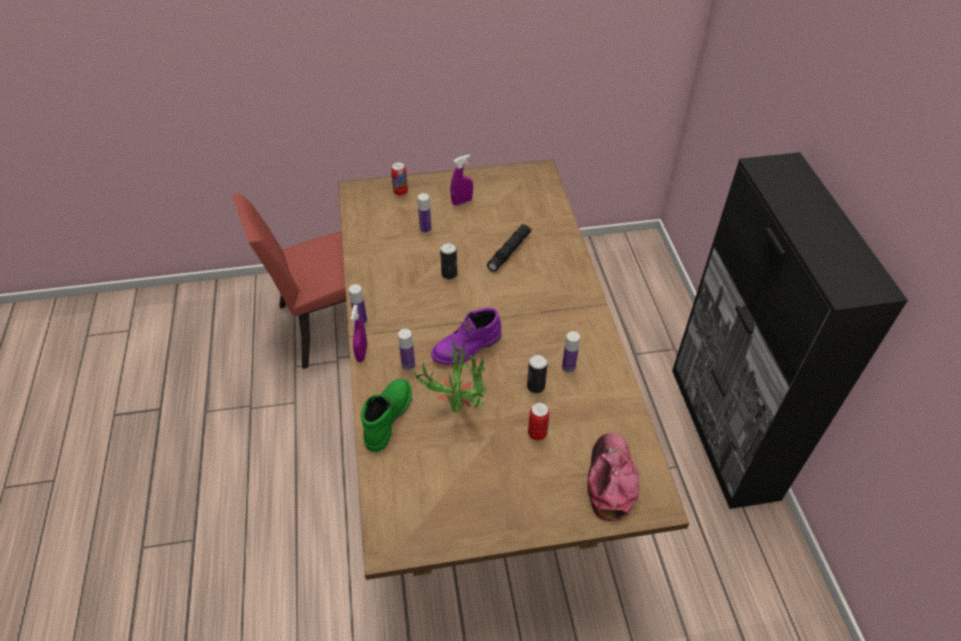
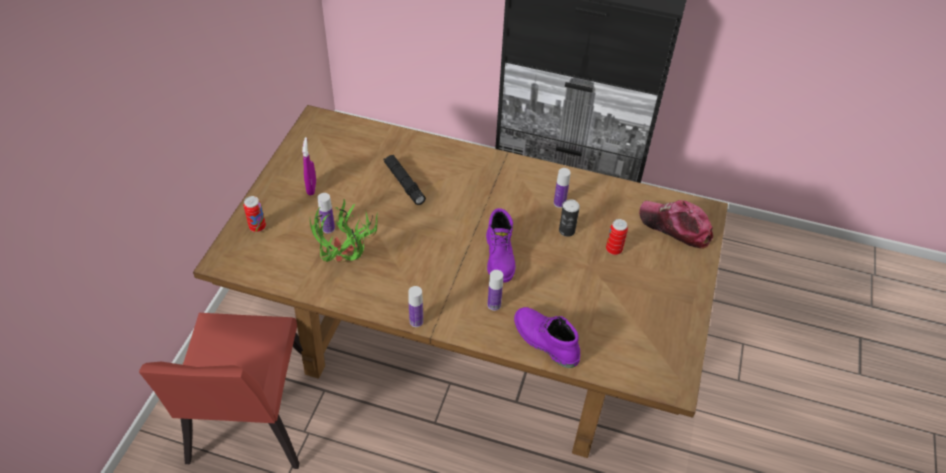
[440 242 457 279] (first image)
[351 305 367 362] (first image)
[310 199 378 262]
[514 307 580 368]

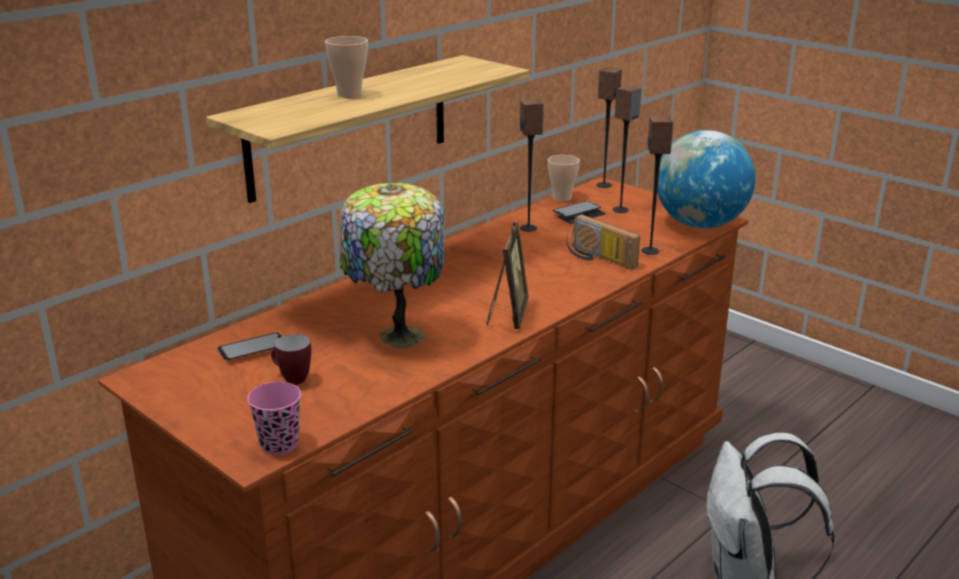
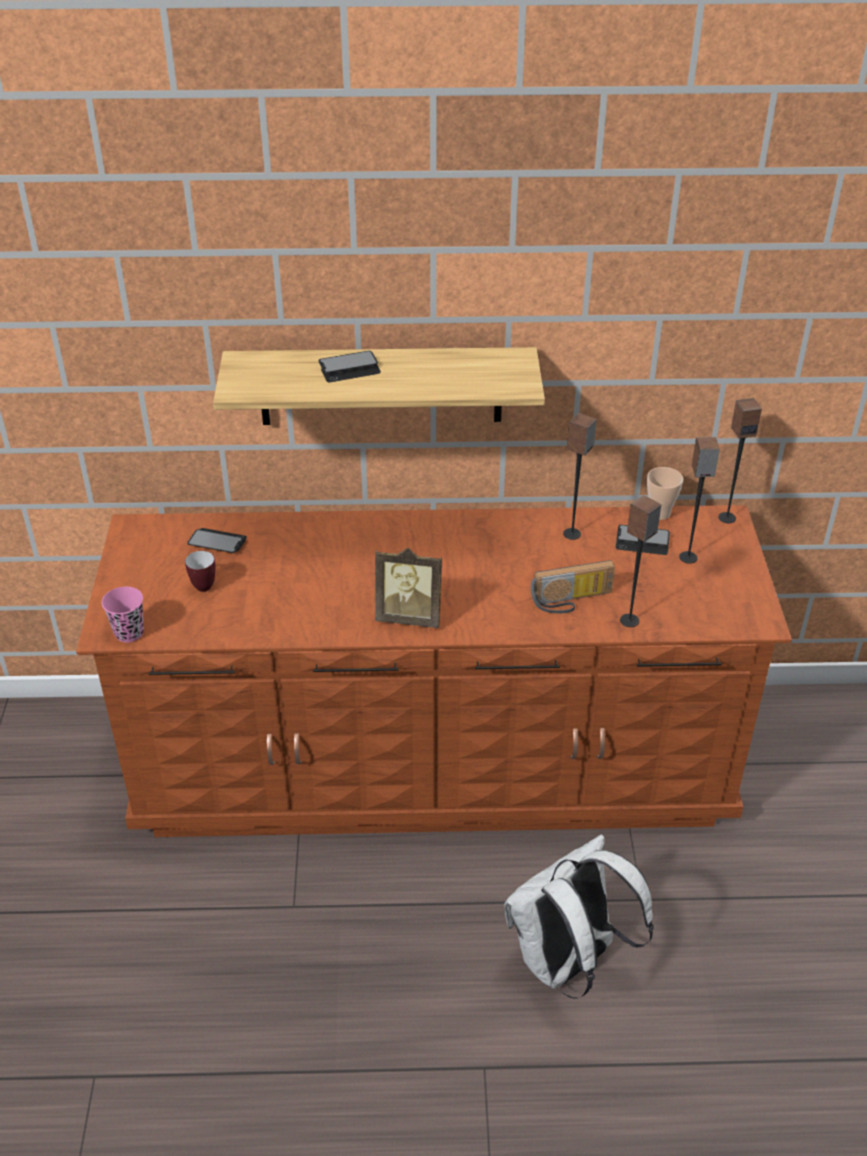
[319 351 381 382]
[657 130 755 229] (first image)
[340 183 444 349] (first image)
[531 560 615 614]
[375 548 442 628]

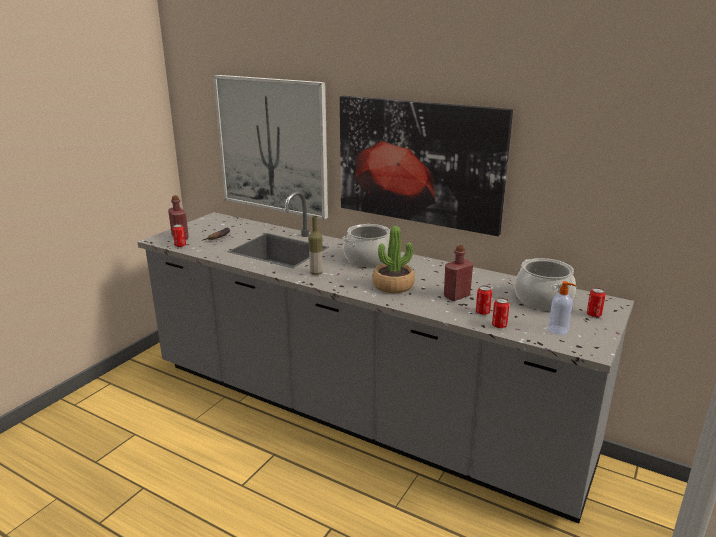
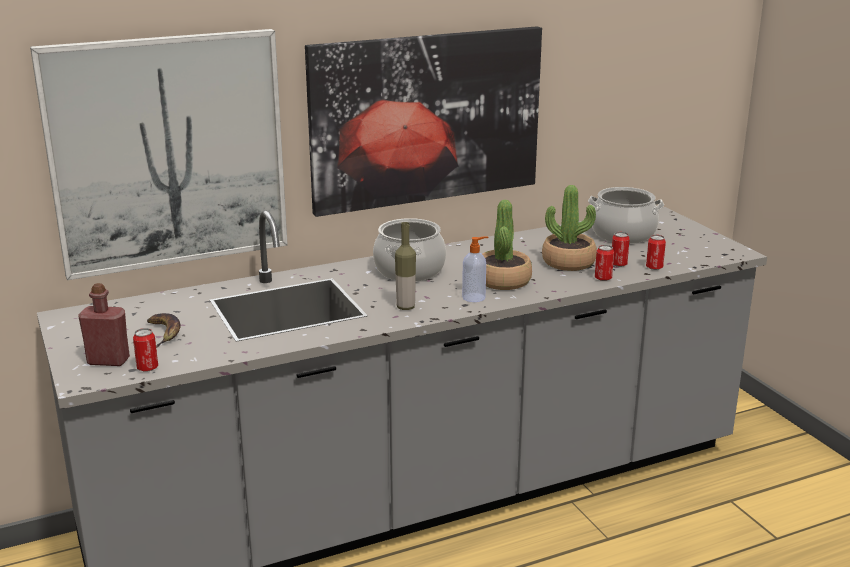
[542 185 597 271]
[462 237 488 302]
[595 245 614 281]

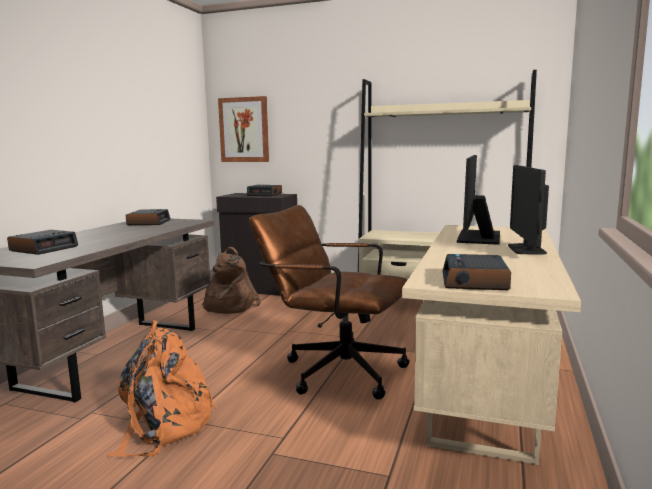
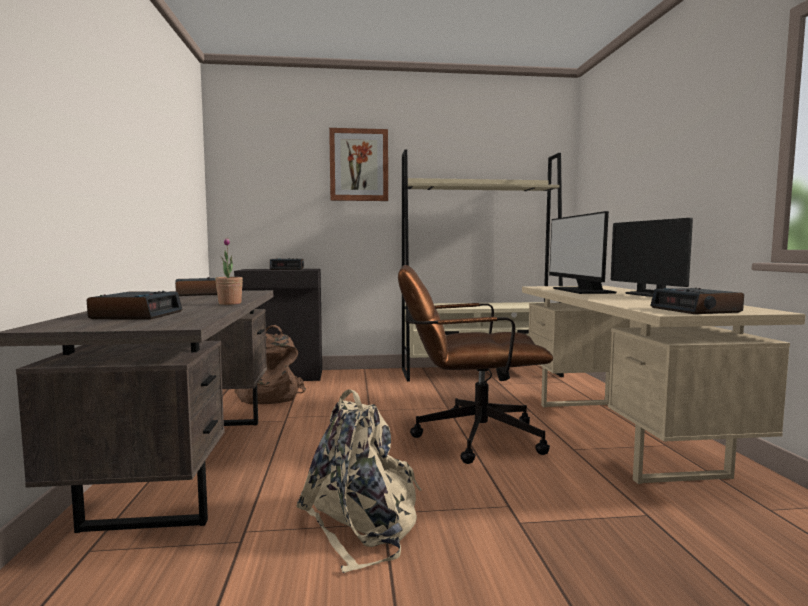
[329 128 388 201]
[297 389 422 573]
[215 238 243 305]

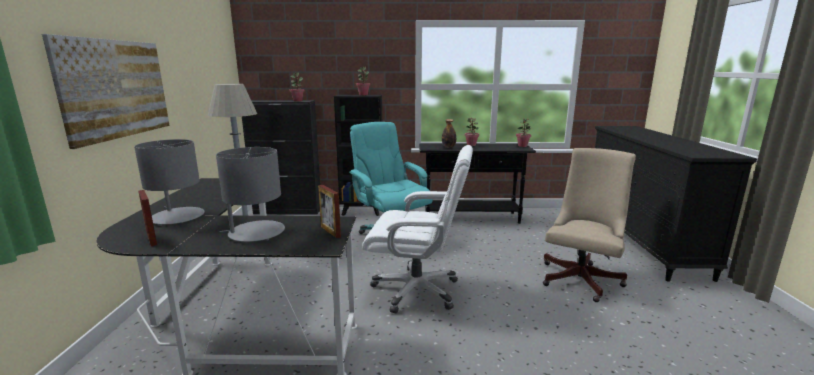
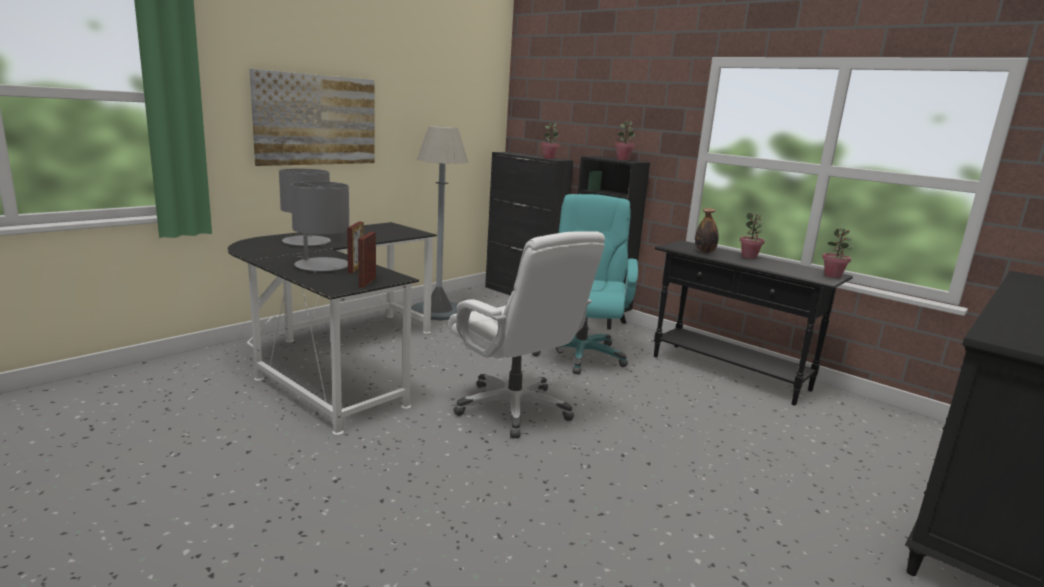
[543 148 636 302] (first image)
[347 222 364 274]

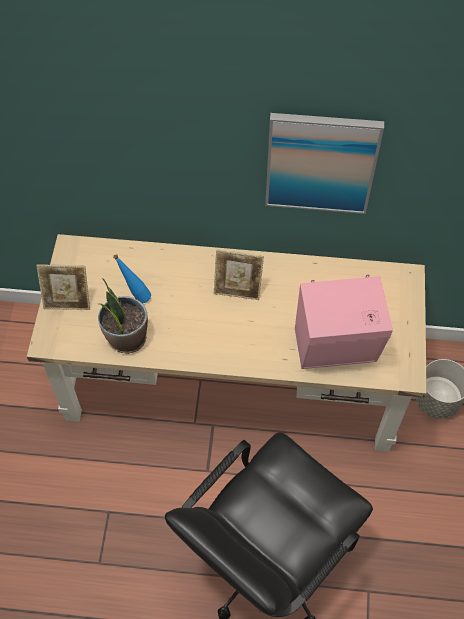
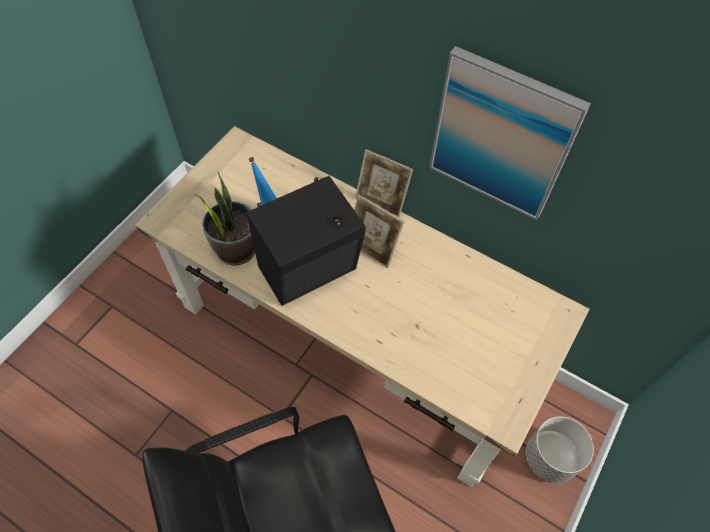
[355 149 413 218]
[295 274 393 369] (first image)
[247 176 365 306]

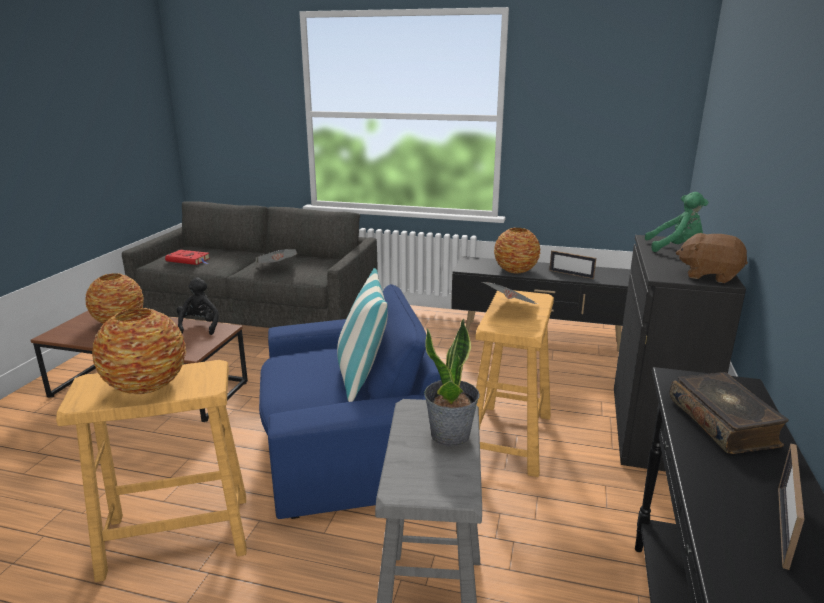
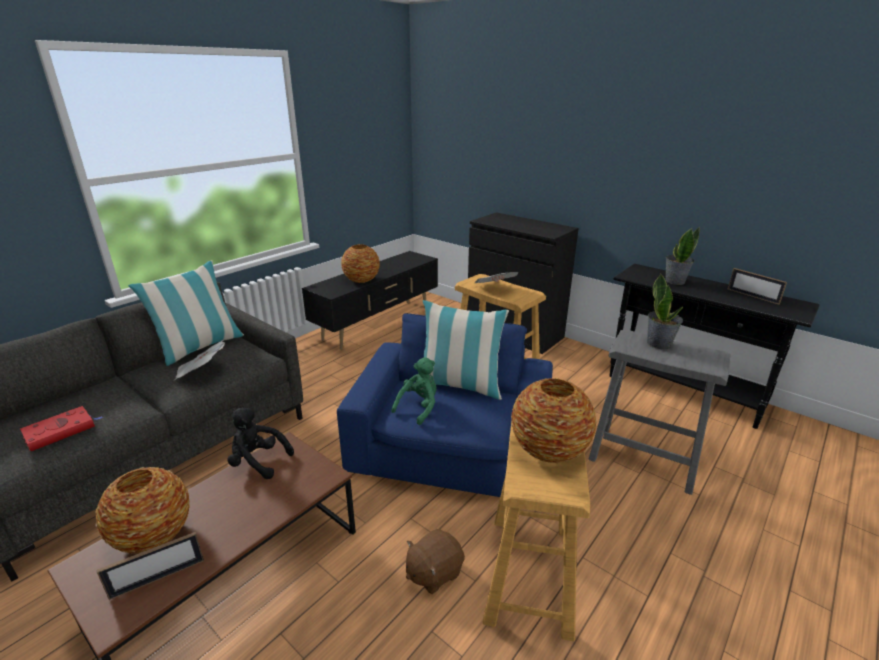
[391 357 437 425]
[406 529 465 594]
[97 532 204 600]
[666 227 700 285]
[128 260 244 366]

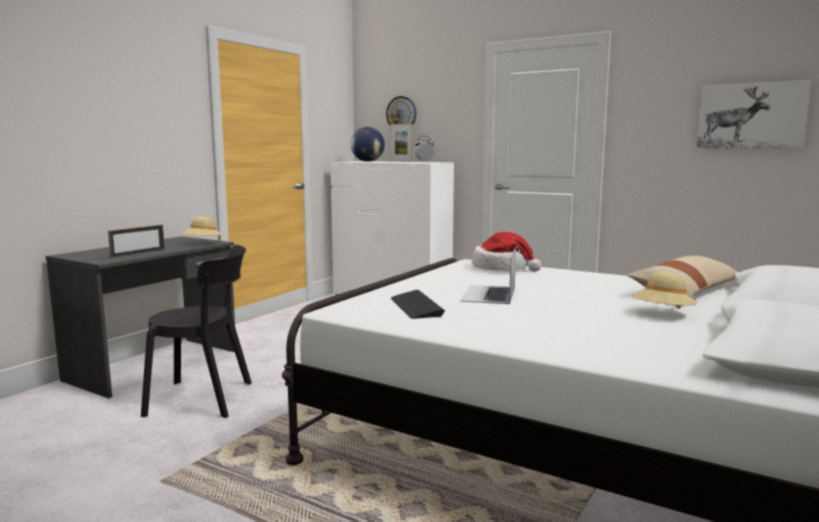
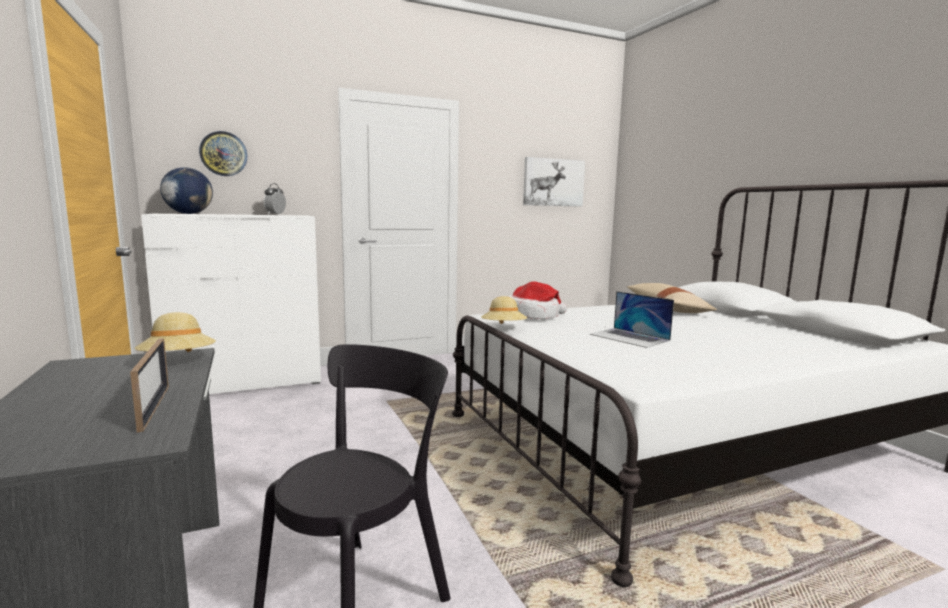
[390 124 413 162] (first image)
[481 296 528 324]
[391 290 445 319] (first image)

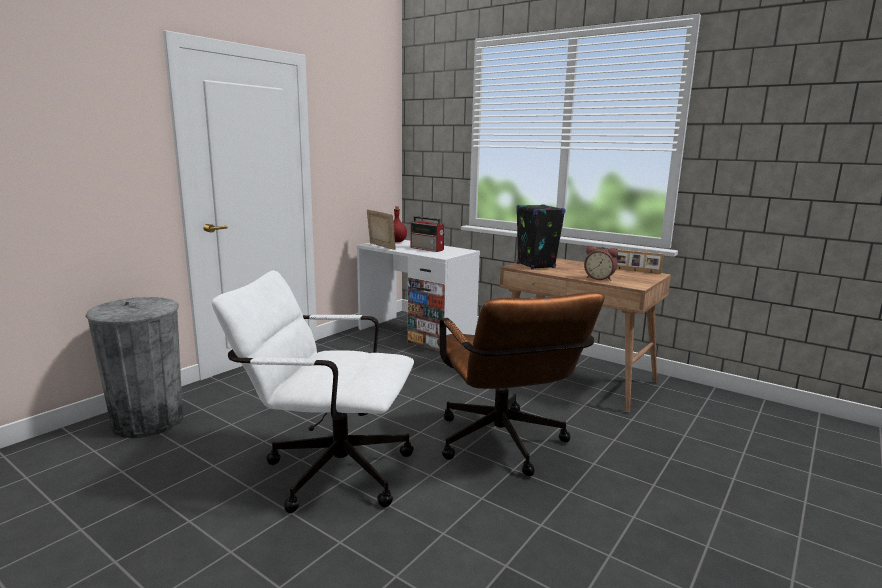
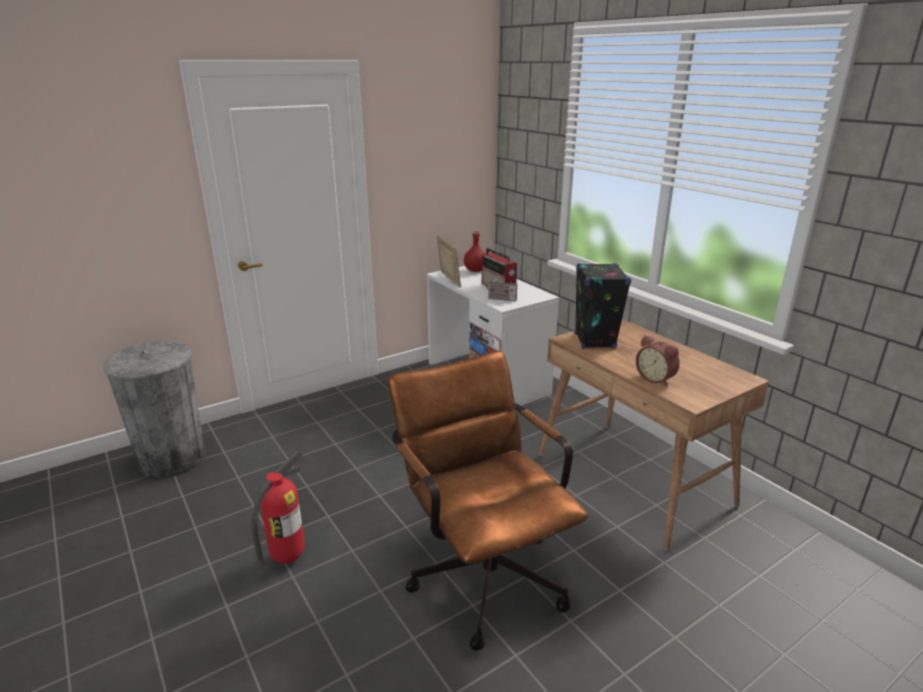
[616 250 664 274] (first image)
[251 451 305 567]
[388 351 589 651]
[486 274 517 301]

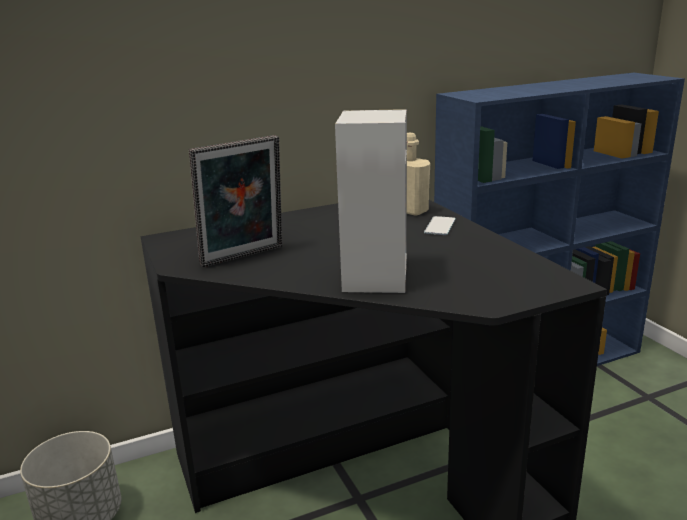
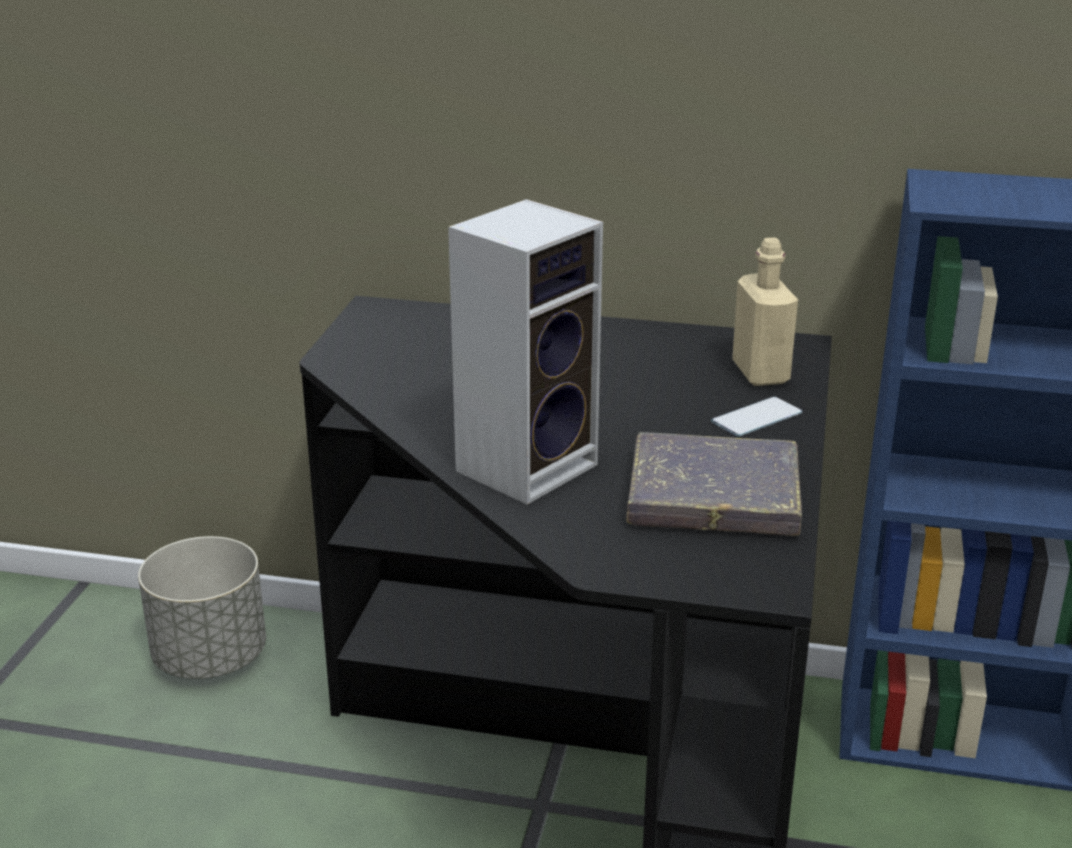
[189 135 282 267] (first image)
[626 432 802 536]

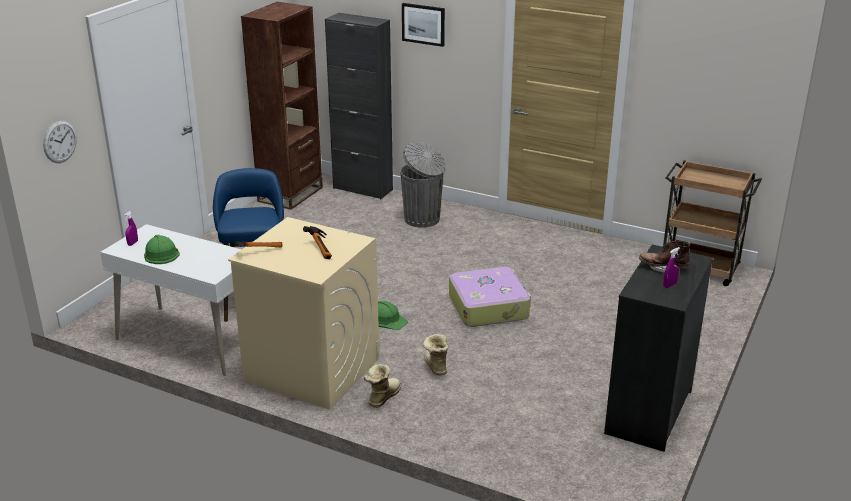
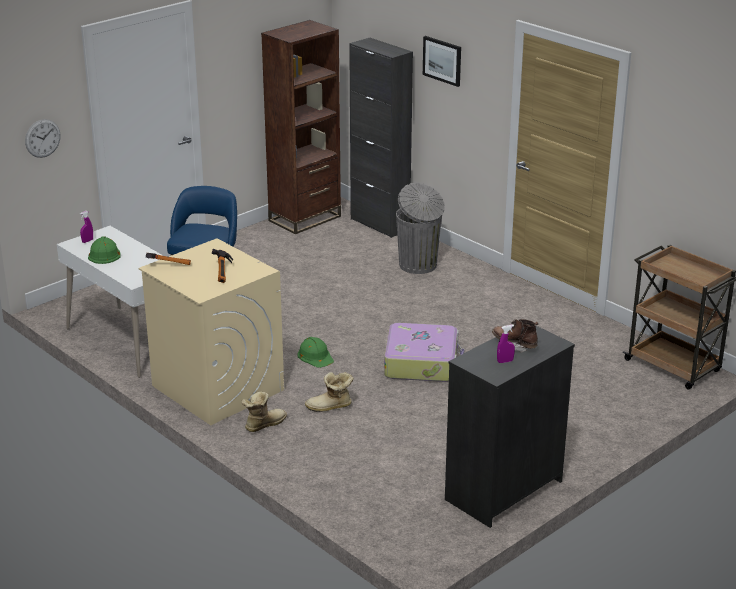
[305 372 354 412]

